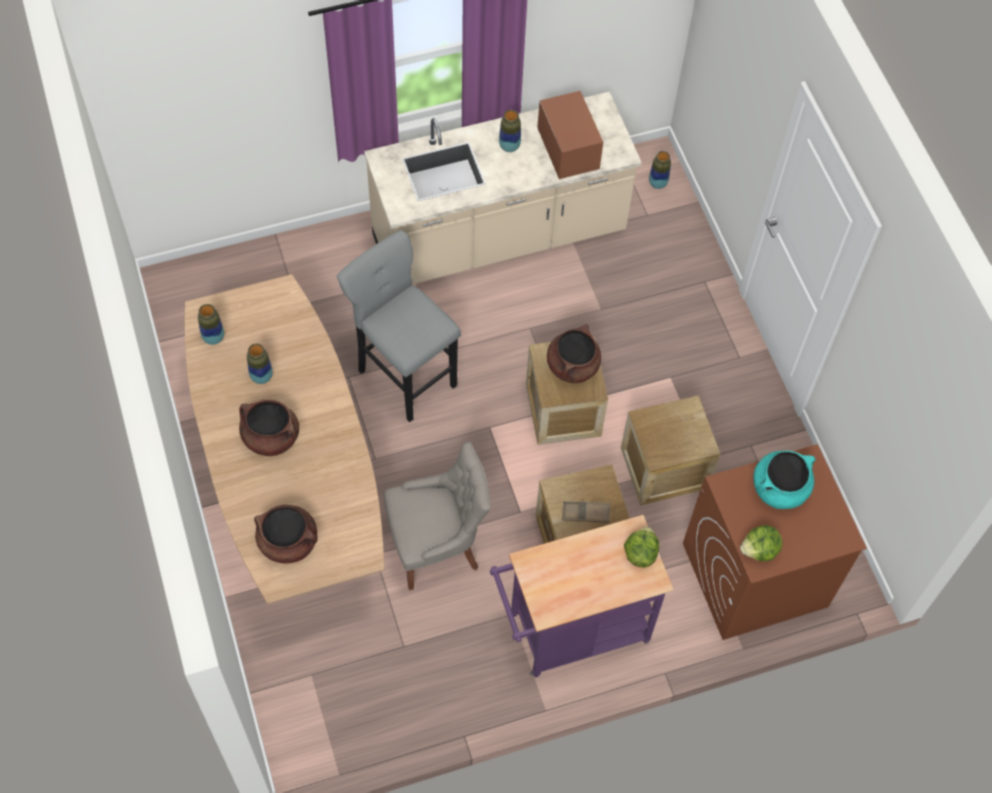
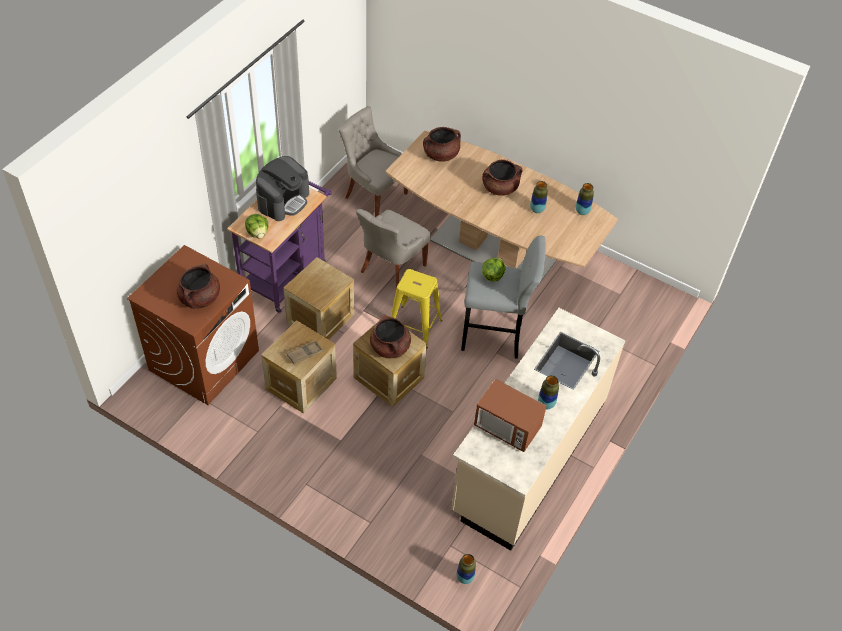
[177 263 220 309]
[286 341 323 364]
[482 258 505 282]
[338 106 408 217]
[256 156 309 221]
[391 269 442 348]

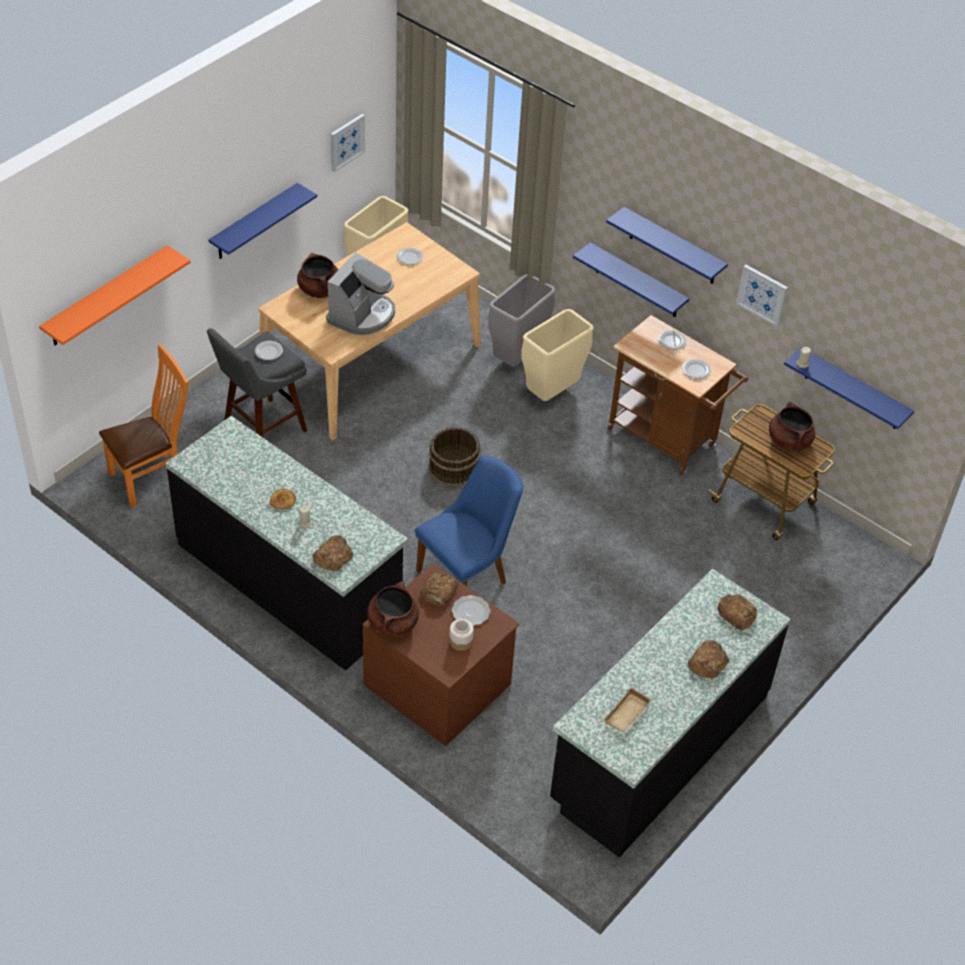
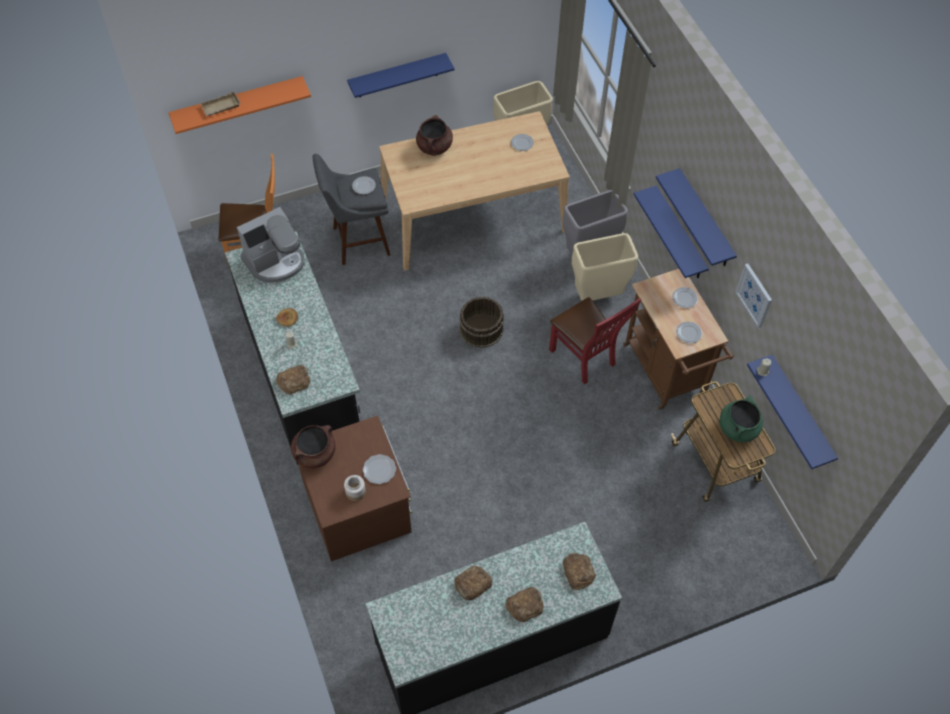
[331 114 365 172] (first image)
[237 207 304 283]
[720 396 763 442]
[415 456 523 586] (first image)
[455 566 492 600]
[200 91 241 116]
[549 297 641 384]

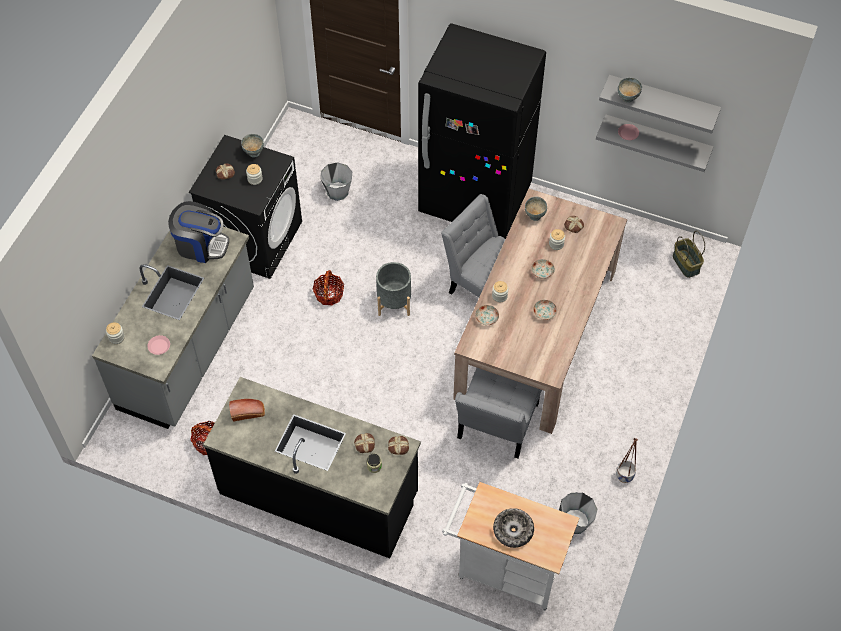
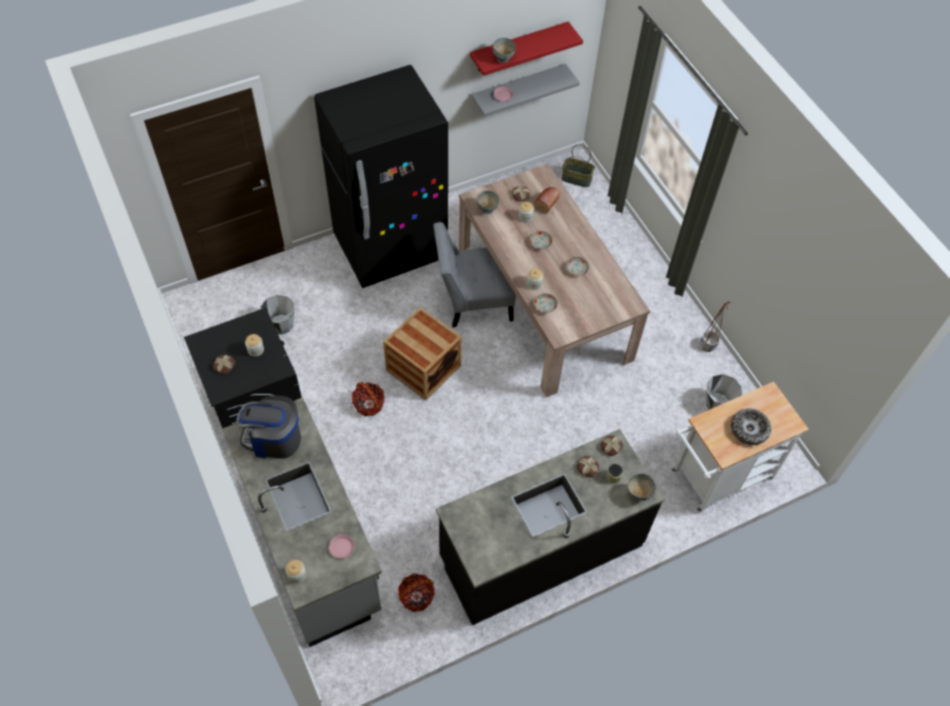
[470 22 583 76]
[627 474 656 501]
[237 396 301 459]
[383 307 462 400]
[455 368 542 458] (first image)
[535 187 560 214]

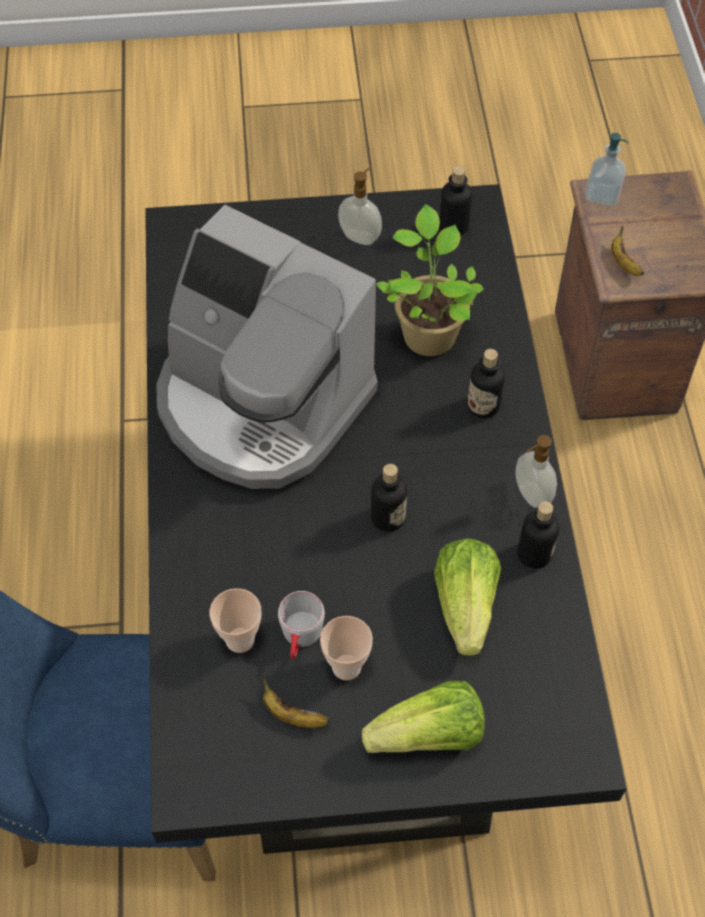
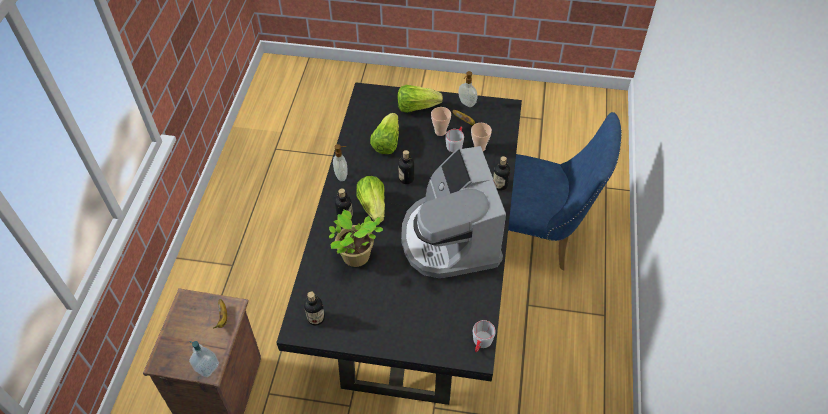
[458 71 477 107]
[401 146 506 278]
[493 156 510 191]
[356 176 385 222]
[473 320 496 352]

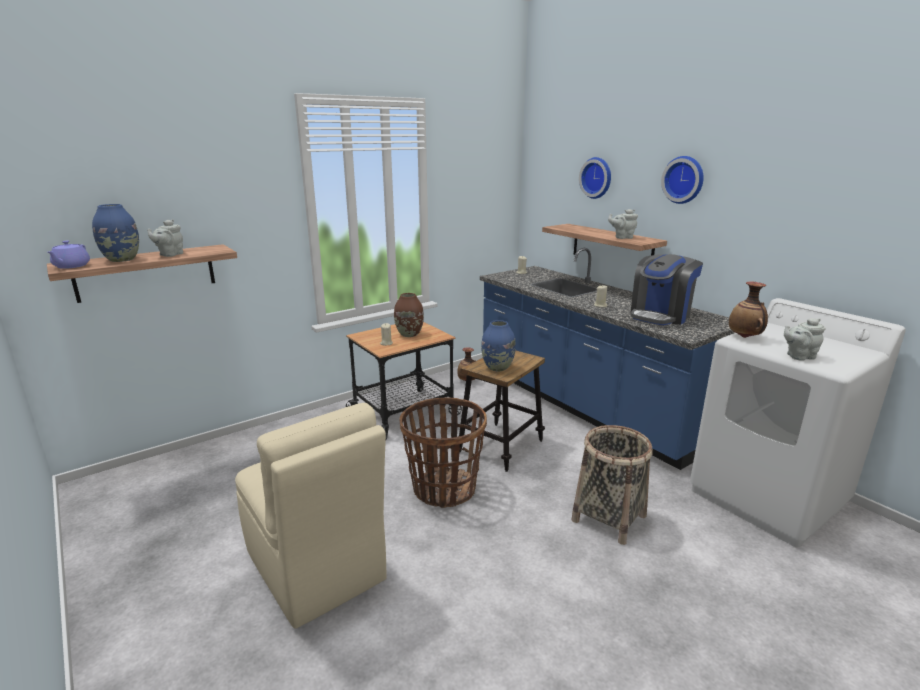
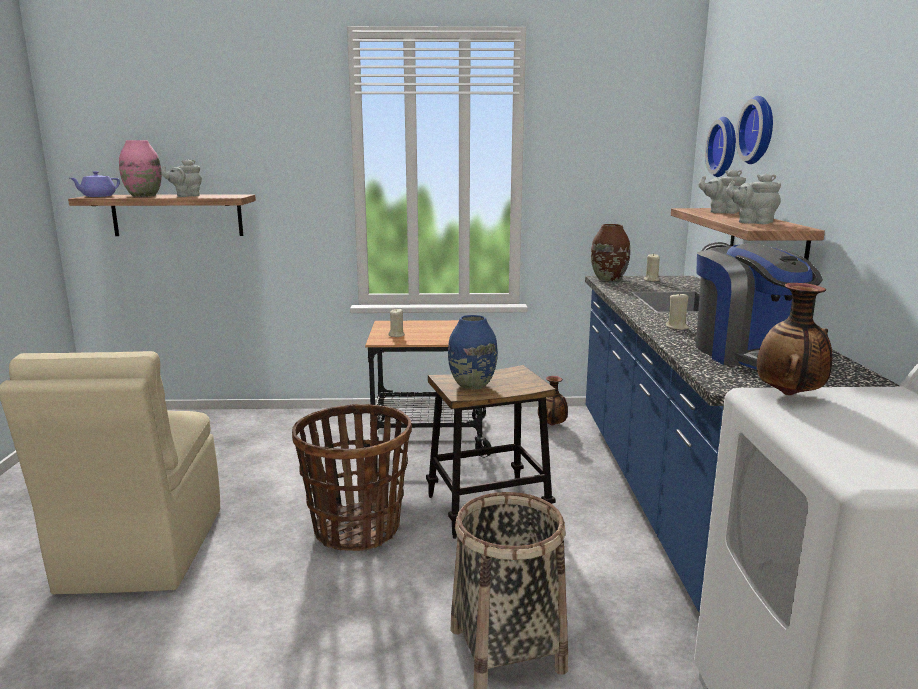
[705 117 736 177]
[119 140 162 197]
[695 243 823 370]
[591 224 630 281]
[699 169 746 214]

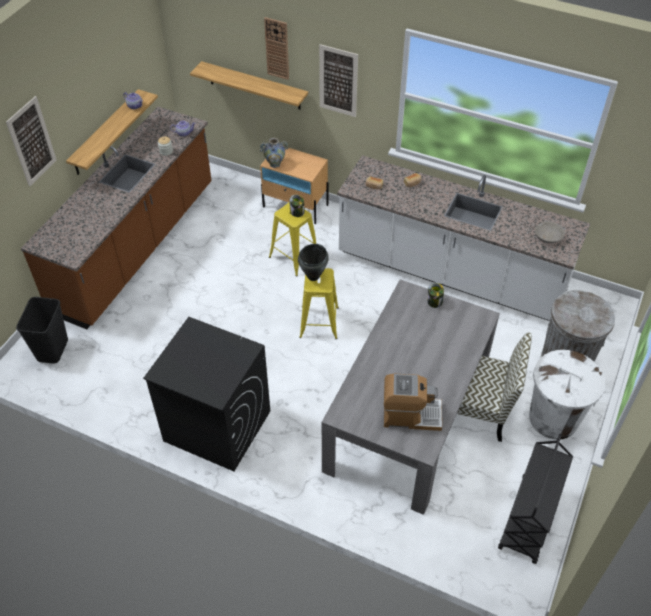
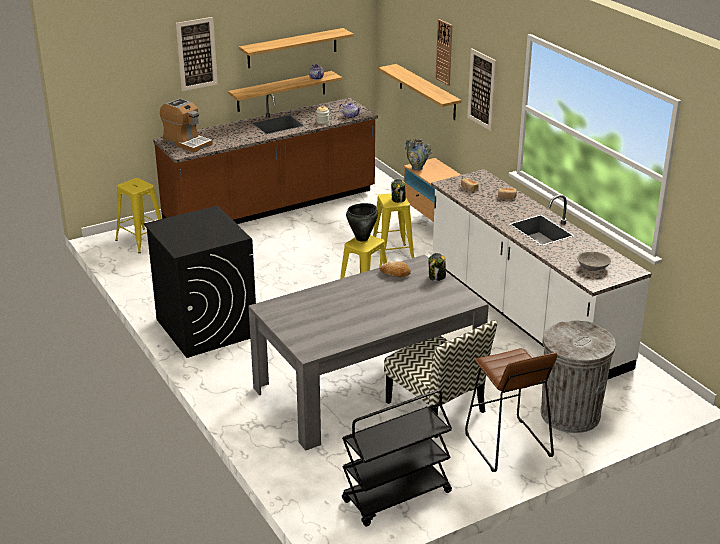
[115 178 161 253]
[465 348 557 472]
[160 98 213 153]
[239 28 354 68]
[379 261 411 277]

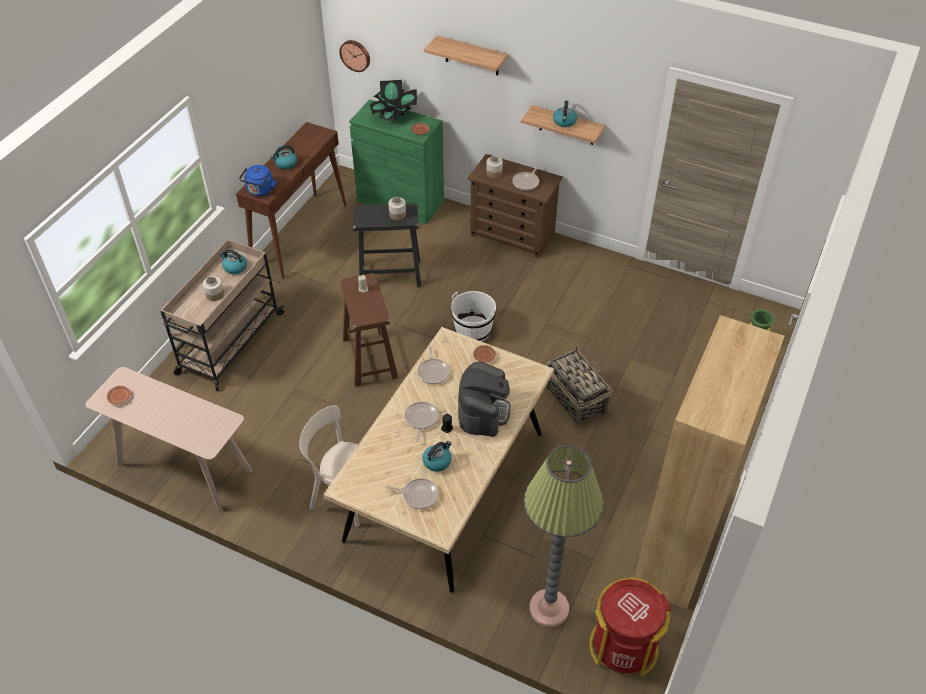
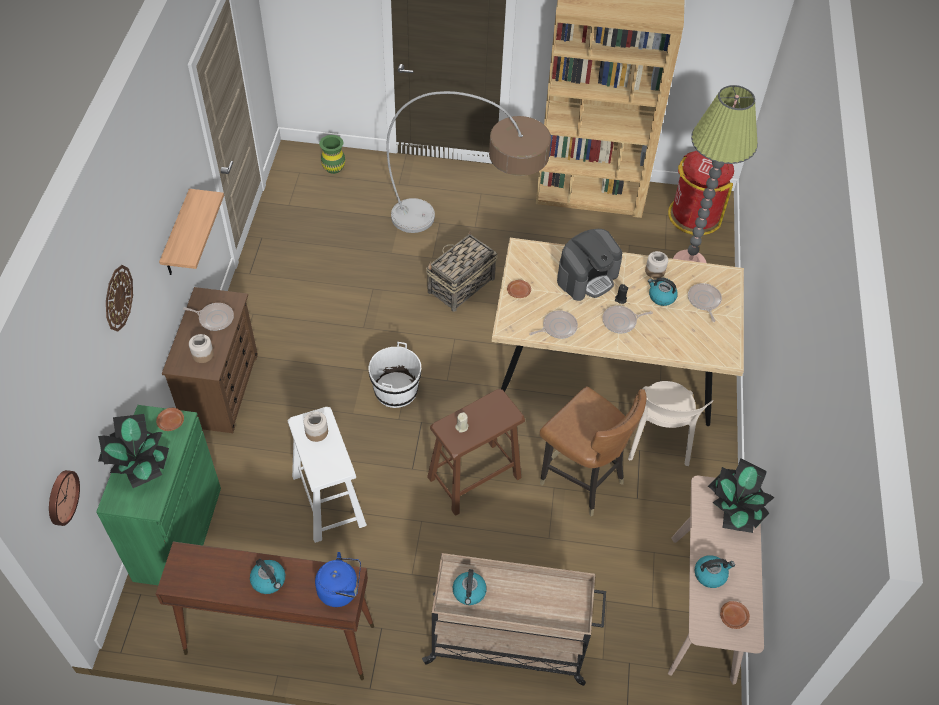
[106 265 133 331]
[694 555 735 588]
[287 407 367 543]
[645 251 668 279]
[557 229 622 301]
[386 91 551 233]
[540 386 646 516]
[708 458 774 533]

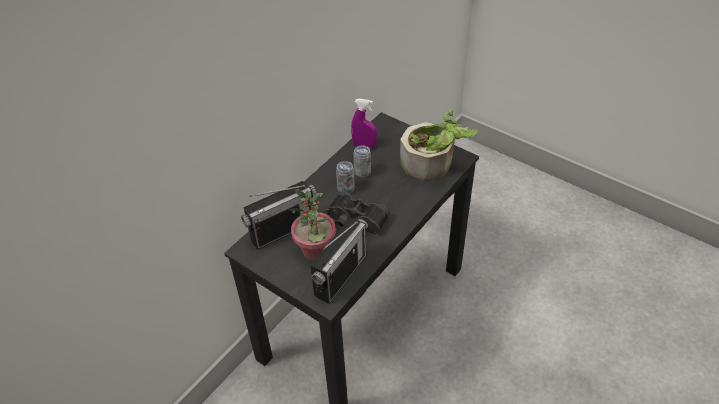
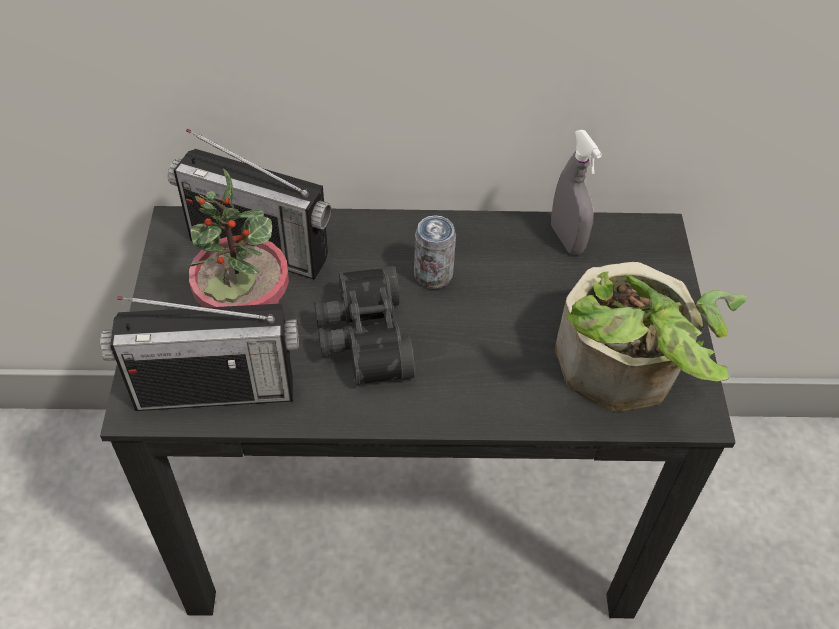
[551 130 602 255]
[353 145 371 178] (first image)

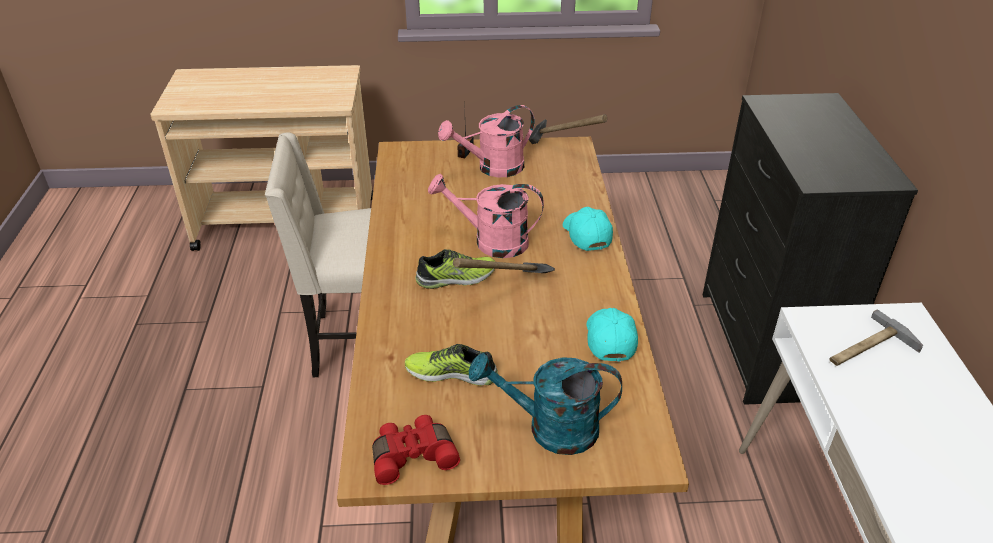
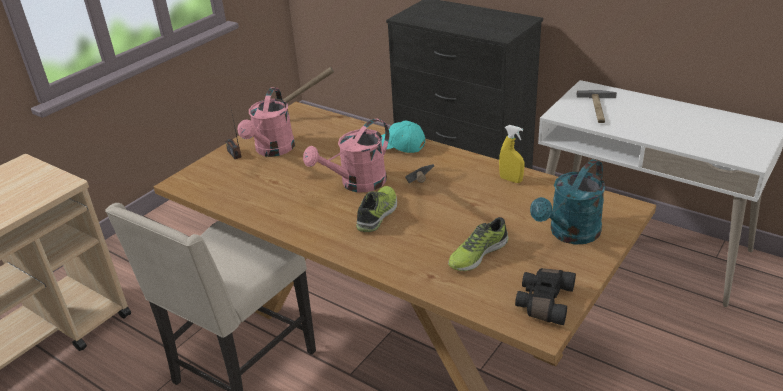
[499 125 524 183]
[515 268 576 325]

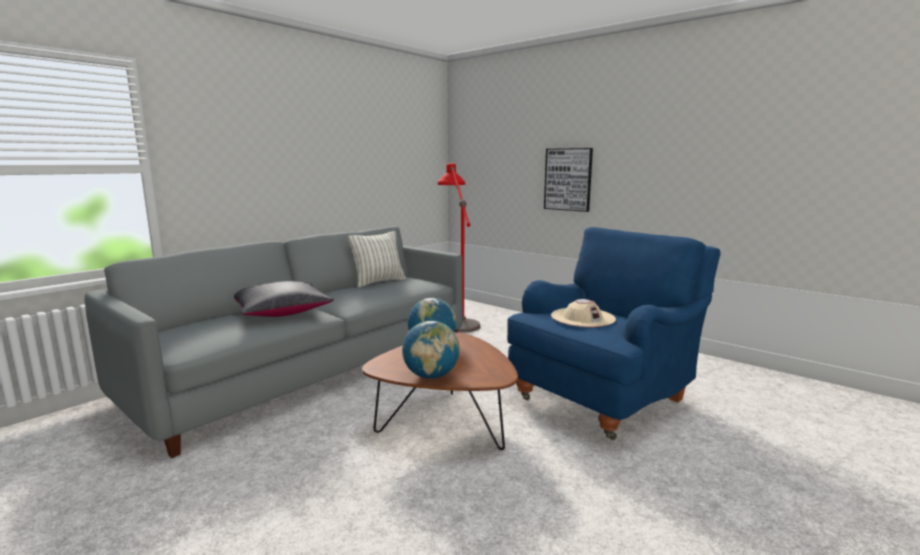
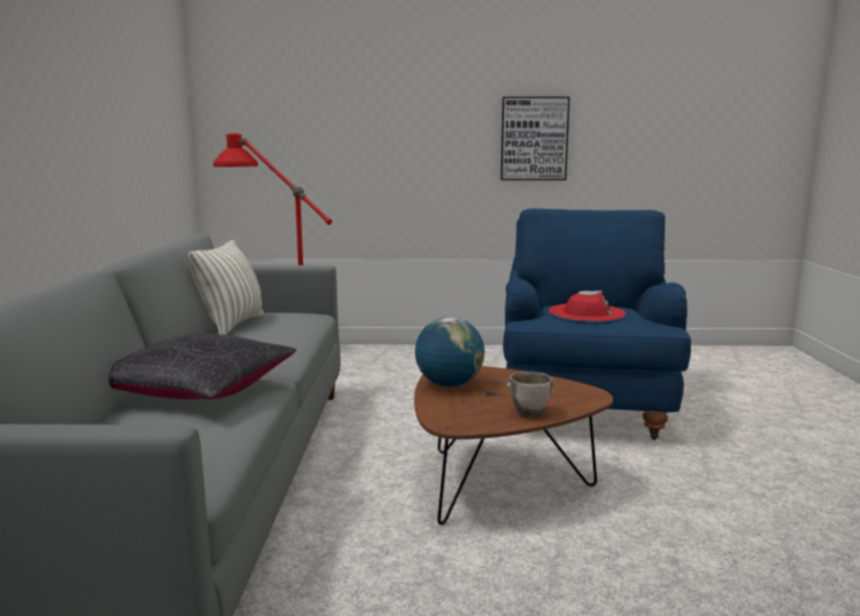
[501 97 570 180]
[549 291 626 322]
[507 371 555 418]

